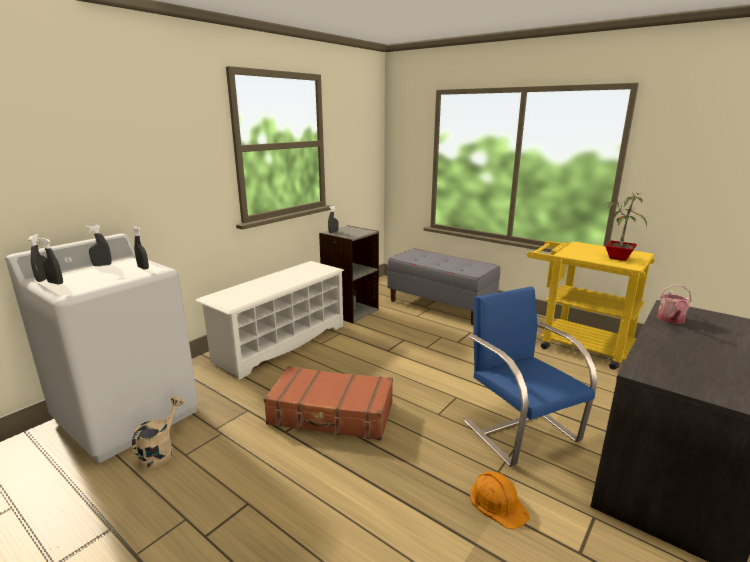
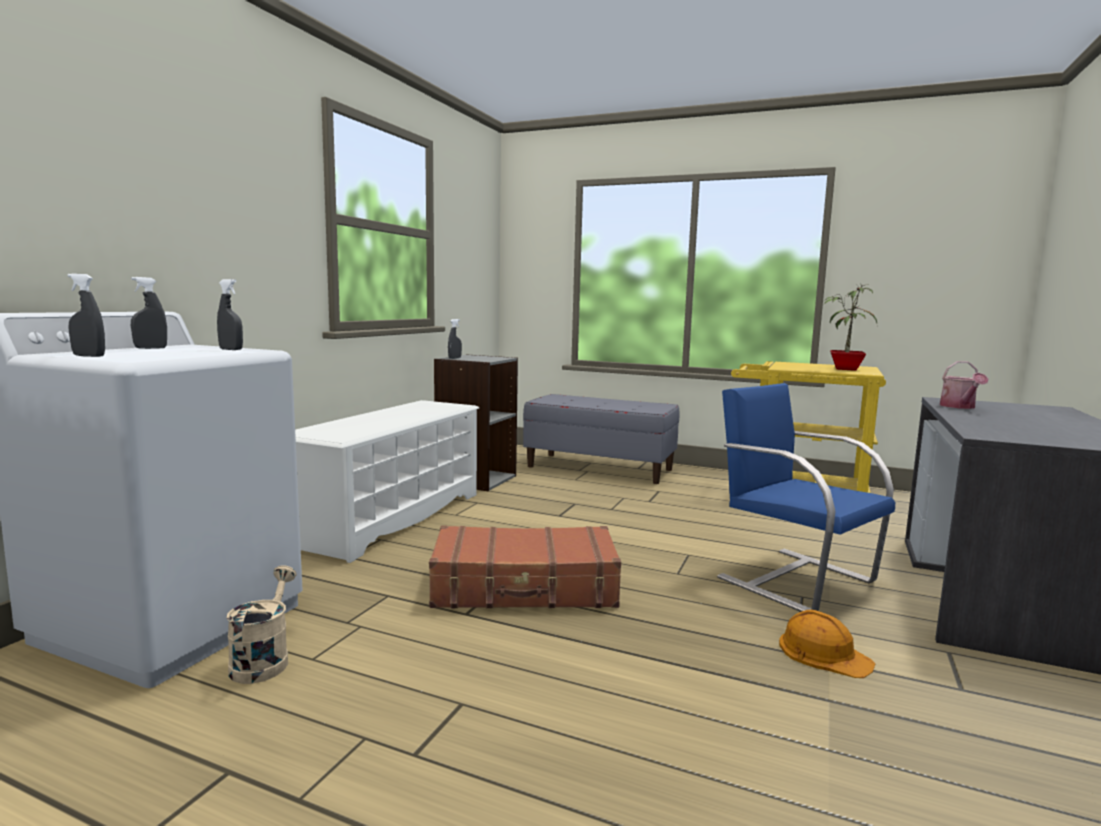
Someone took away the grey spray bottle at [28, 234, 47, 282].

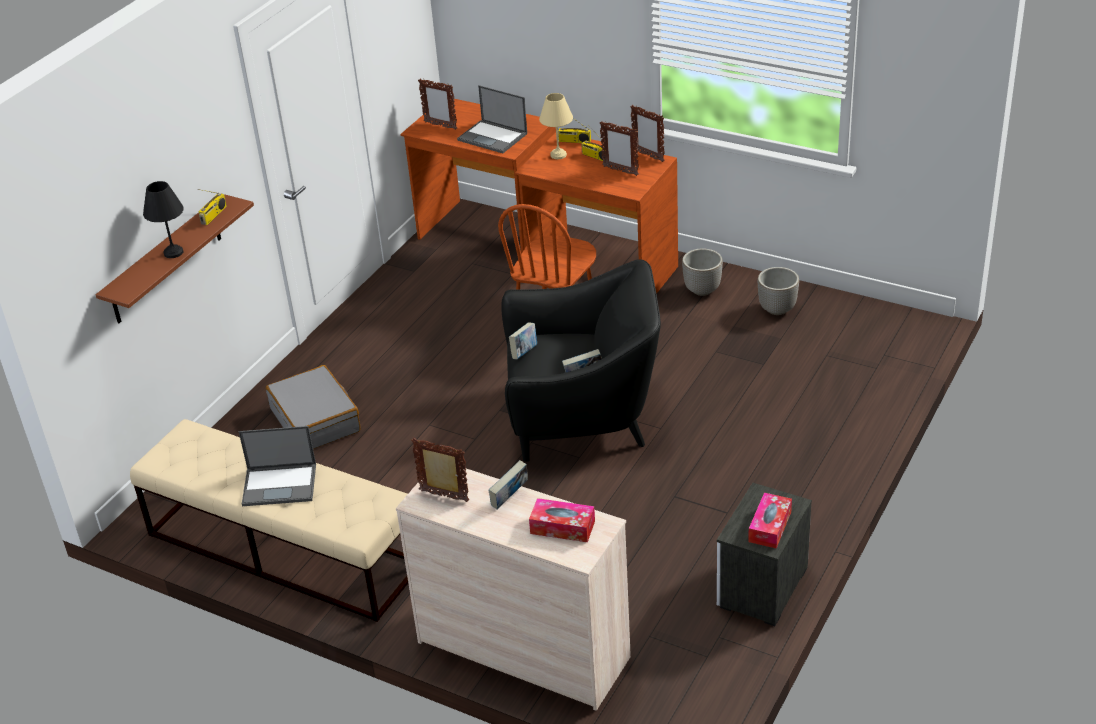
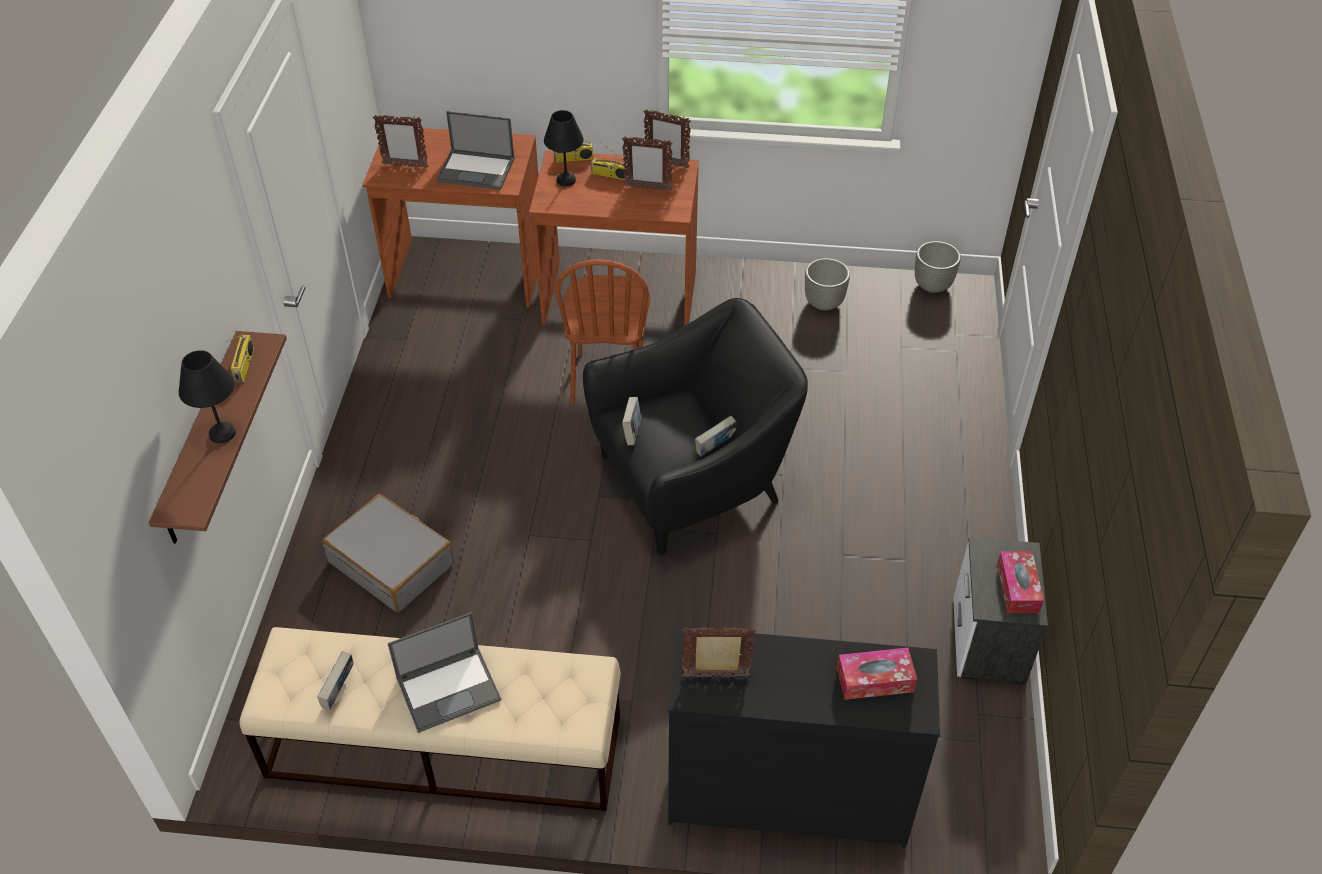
Someone repainted the beige table lamp at [539, 93, 573, 159], which became the black table lamp at [544, 110, 584, 186].
Someone carried the planter from [682, 249, 723, 296] to [915, 241, 961, 293].
Someone carried the book from [489, 460, 528, 509] to [317, 651, 354, 710].
Someone repainted the beige dresser at [396, 469, 631, 711], which became the black dresser at [668, 627, 940, 847].

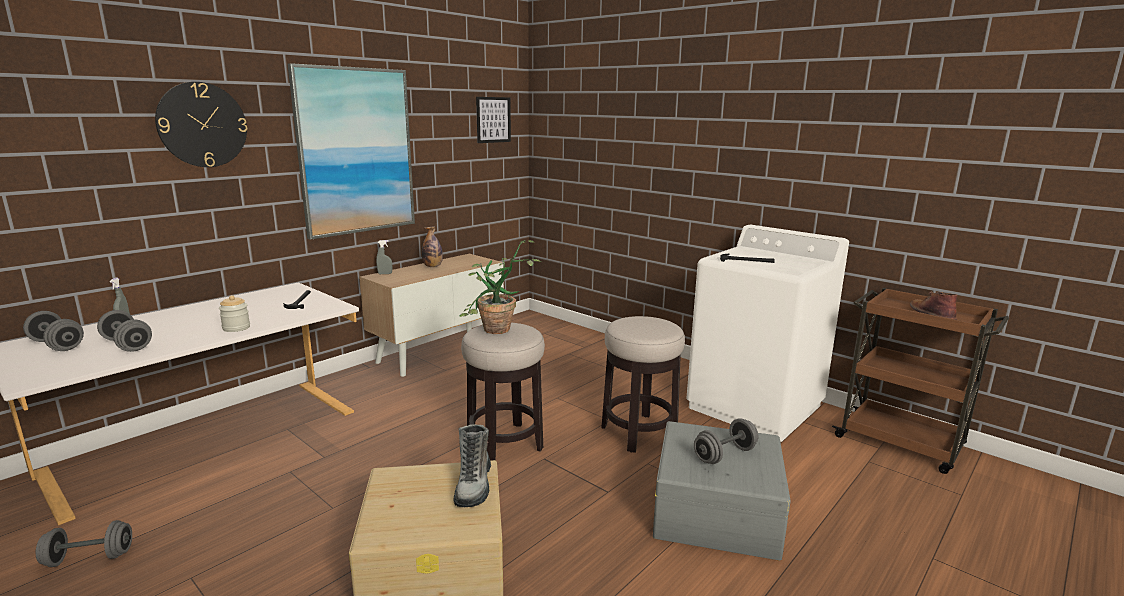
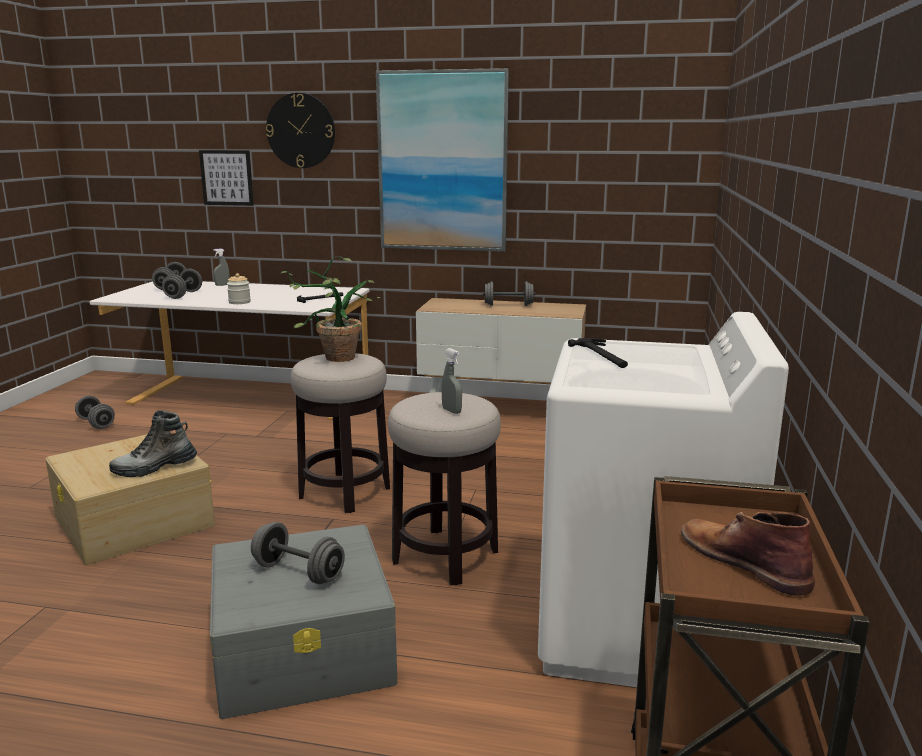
Someone carried the picture from [476, 97, 511, 143] to [199, 150, 254, 206].
Someone swapped the bottle at [422, 226, 443, 267] for the grey dumbbell at [483, 281, 535, 306].
Someone carried the grey spray bottle from [376, 240, 392, 274] to [442, 348, 462, 414].
Someone rotated the brown boot at [910, 292, 957, 320] by 90 degrees counterclockwise.

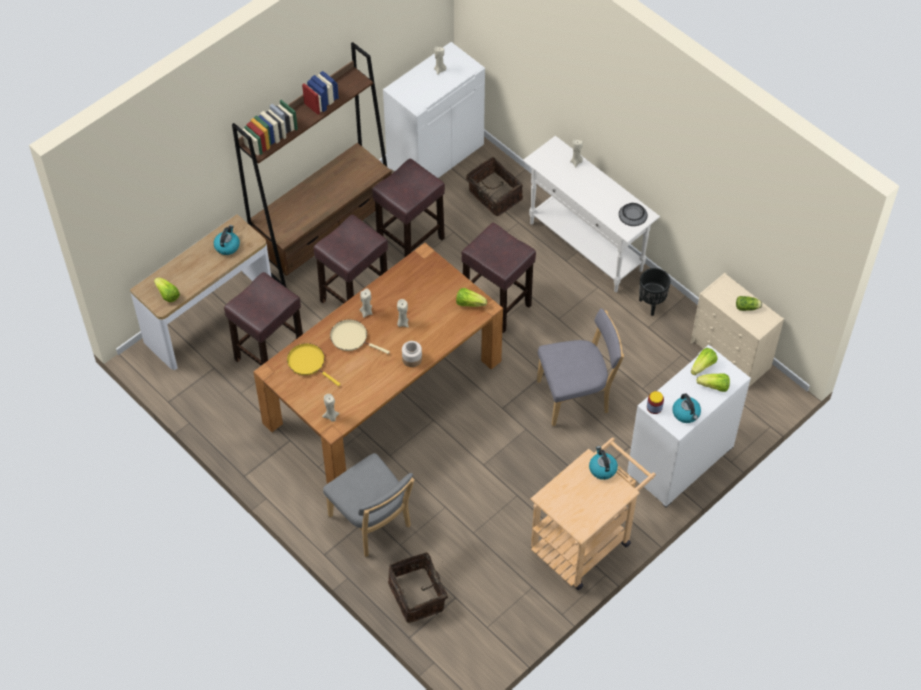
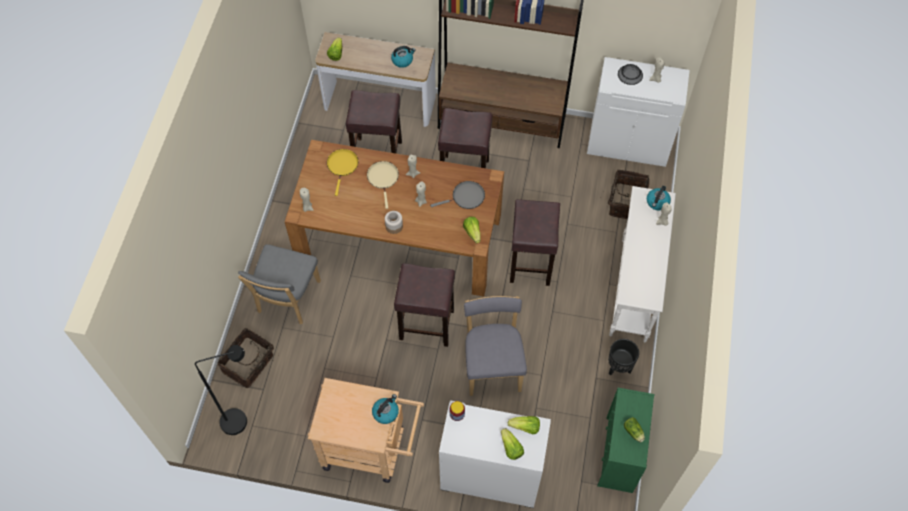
Someone carried the brown stool from [372, 159, 445, 257] to [394, 263, 455, 347].
Someone carried the bowl from [619, 203, 647, 226] to [618, 64, 643, 85].
Someone repainted the beige dresser at [690, 273, 784, 388], which became the green dresser at [597, 388, 655, 493].
Someone rotated the grey chair at [537, 309, 624, 426] by 135 degrees counterclockwise.
Someone carried the kettle from [672, 393, 701, 423] to [647, 186, 671, 210].
Someone put down the grey frying pan at [430, 181, 485, 209].
Someone put down the black floor lamp at [195, 345, 247, 435].

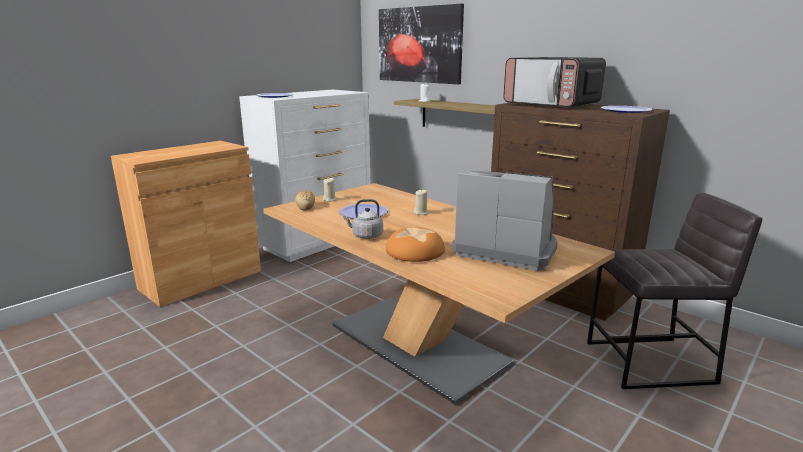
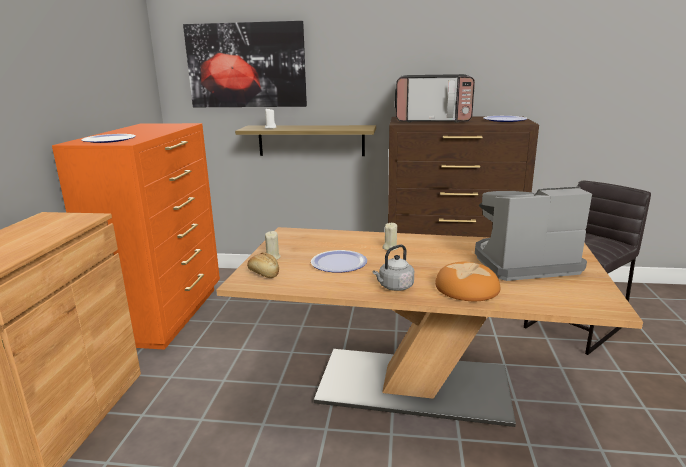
Someone repainted the white dresser at [239, 90, 370, 262], which became the orange dresser at [52, 123, 220, 350].

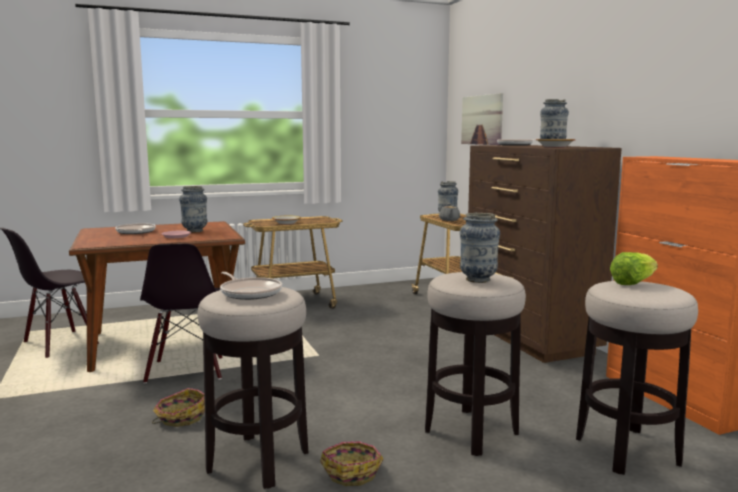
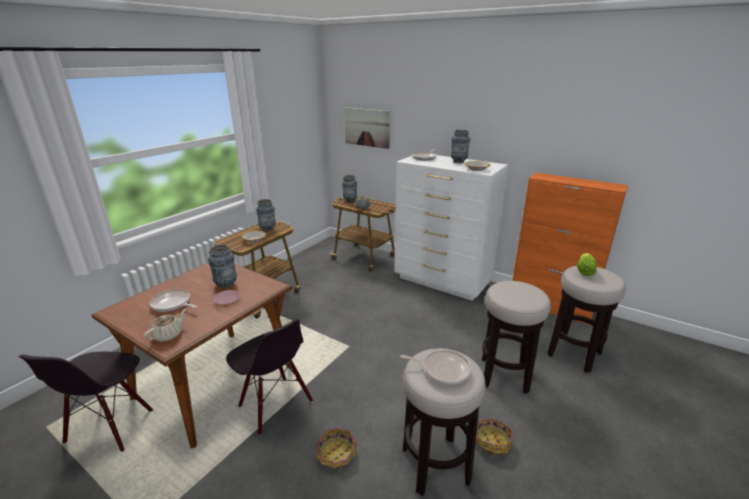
Someone repainted the brown dresser at [468, 145, 622, 363], which became the white dresser at [394, 155, 508, 301].
Someone carried the vase from [460, 213, 500, 283] to [256, 199, 276, 231].
Someone put down the beige teapot at [144, 309, 186, 342].

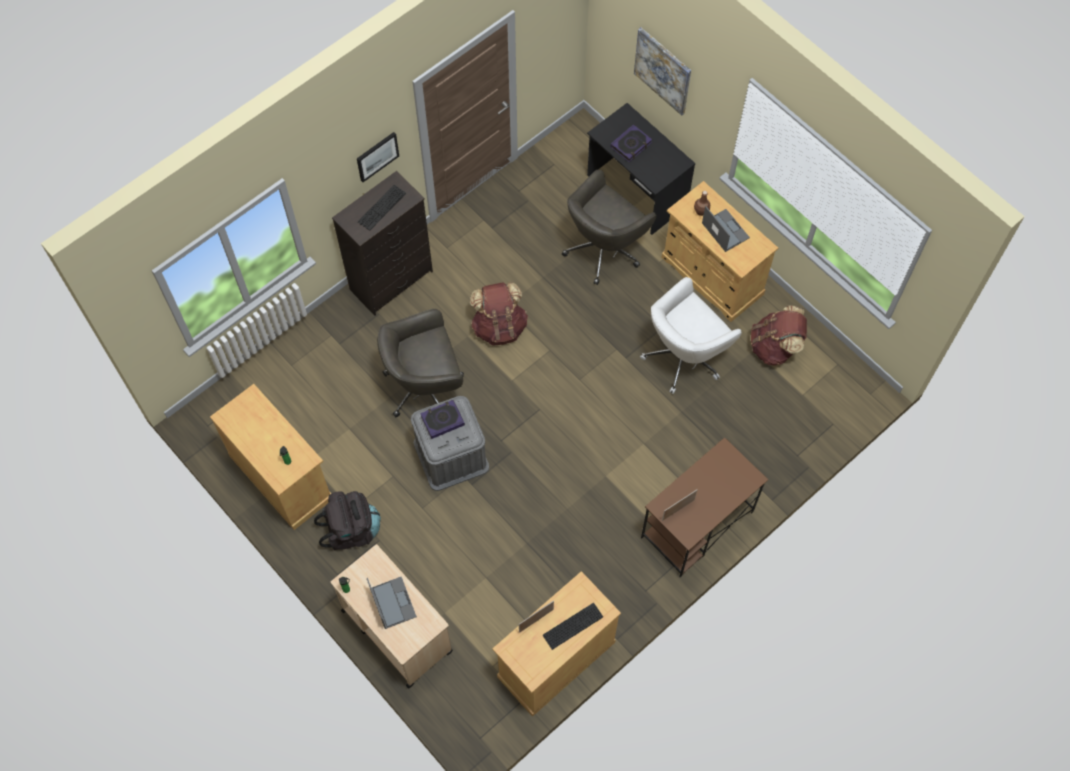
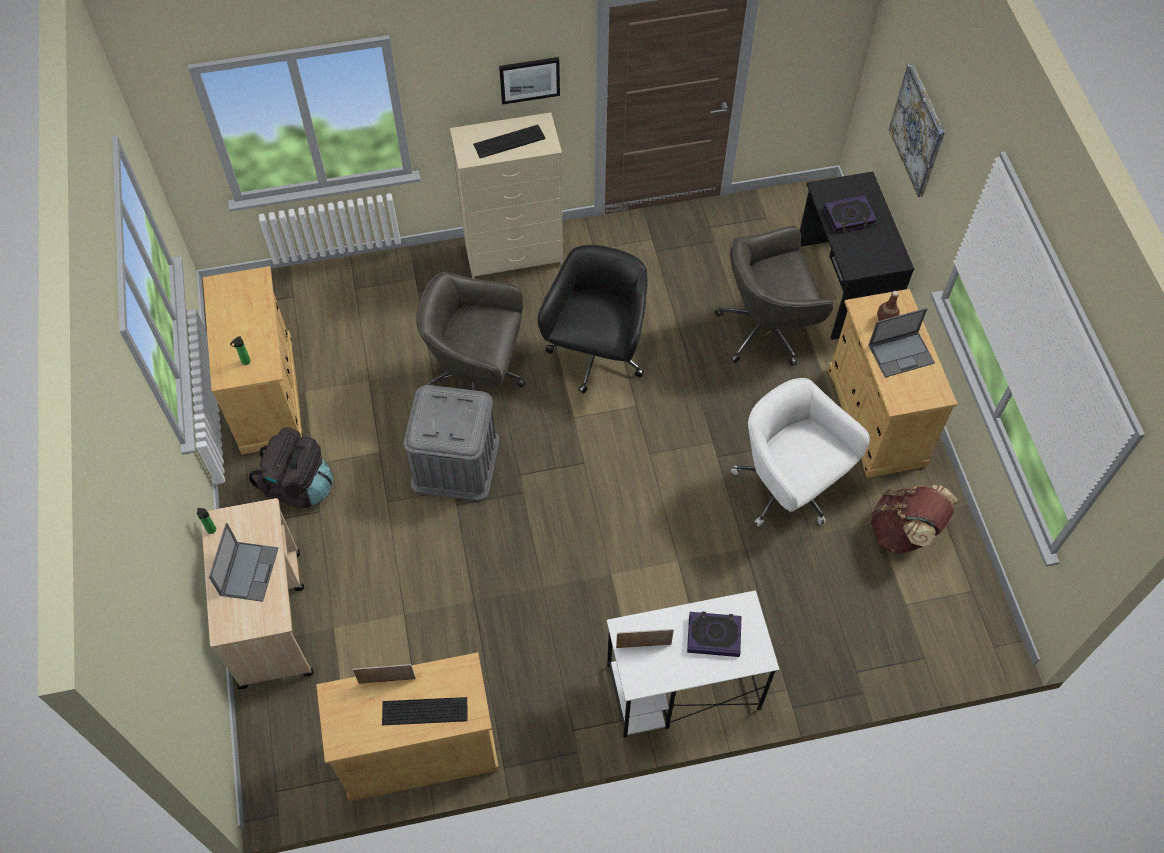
Someone repainted the black dresser at [332, 171, 433, 316], which became the beige dresser at [450, 112, 563, 279].
Someone rotated the laptop at [702, 206, 750, 252] by 75 degrees clockwise.
Someone rotated the white office chair at [640, 277, 742, 394] by 60 degrees clockwise.
Someone swapped the brown backpack at [470, 282, 528, 346] for the black office chair at [538, 245, 648, 394].
Someone carried the book from [420, 400, 465, 439] to [687, 612, 742, 657].
Someone repainted the brown desk at [641, 437, 768, 577], which became the white desk at [607, 590, 779, 738].

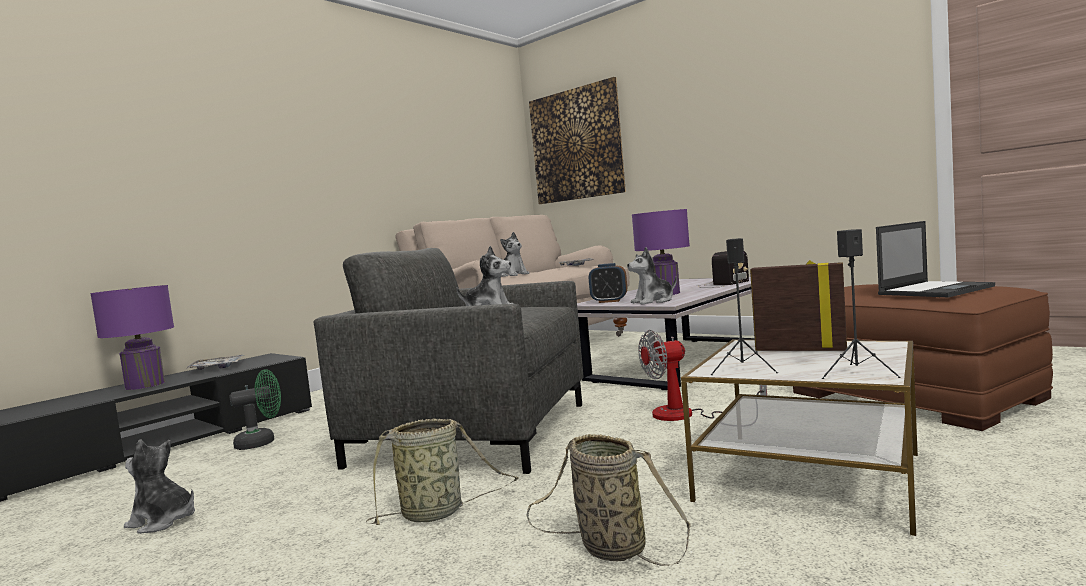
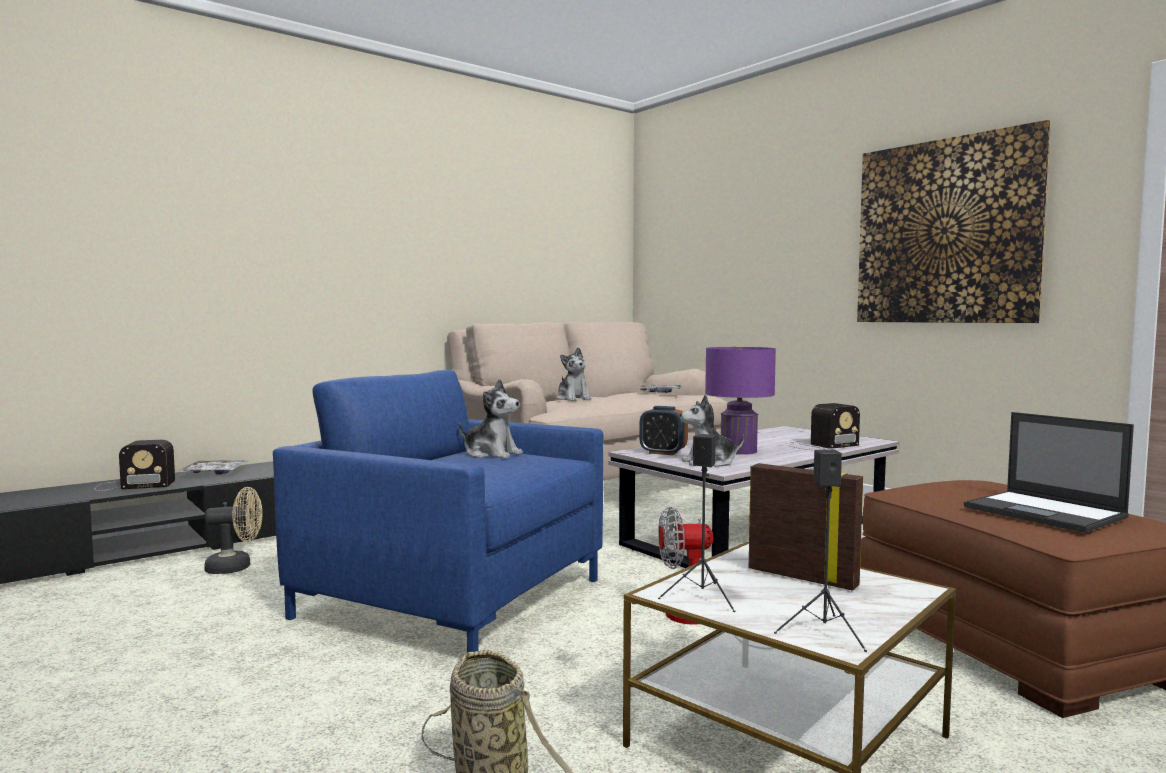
Someone carried the picture from [529, 77, 626, 204] to [857, 120, 1051, 323].
Someone rotated the laptop at [876, 221, 995, 297] by 75 degrees clockwise.
Someone repainted the grey armchair at [314, 248, 583, 474], which became the blue armchair at [273, 370, 603, 653].
Someone swapped the purple table lamp at [90, 285, 174, 390] for the radio at [95, 440, 175, 491].
Someone repainted the green fan at [230, 369, 281, 450], which became the beige fan at [204, 487, 262, 574].
Someone took away the basket at [366, 419, 519, 525].
Someone took away the plush toy at [124, 440, 195, 534].

